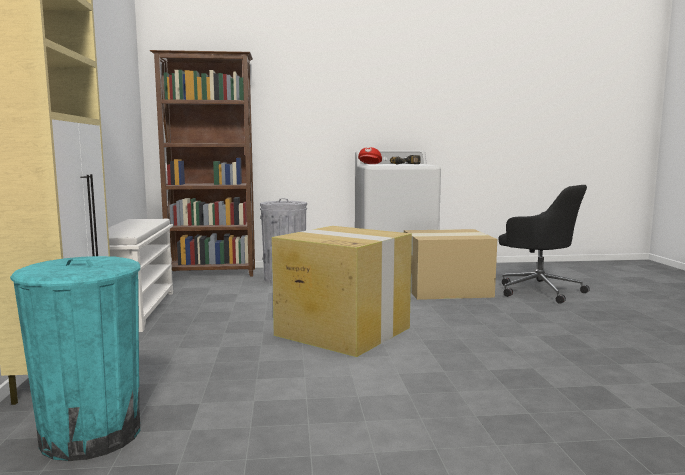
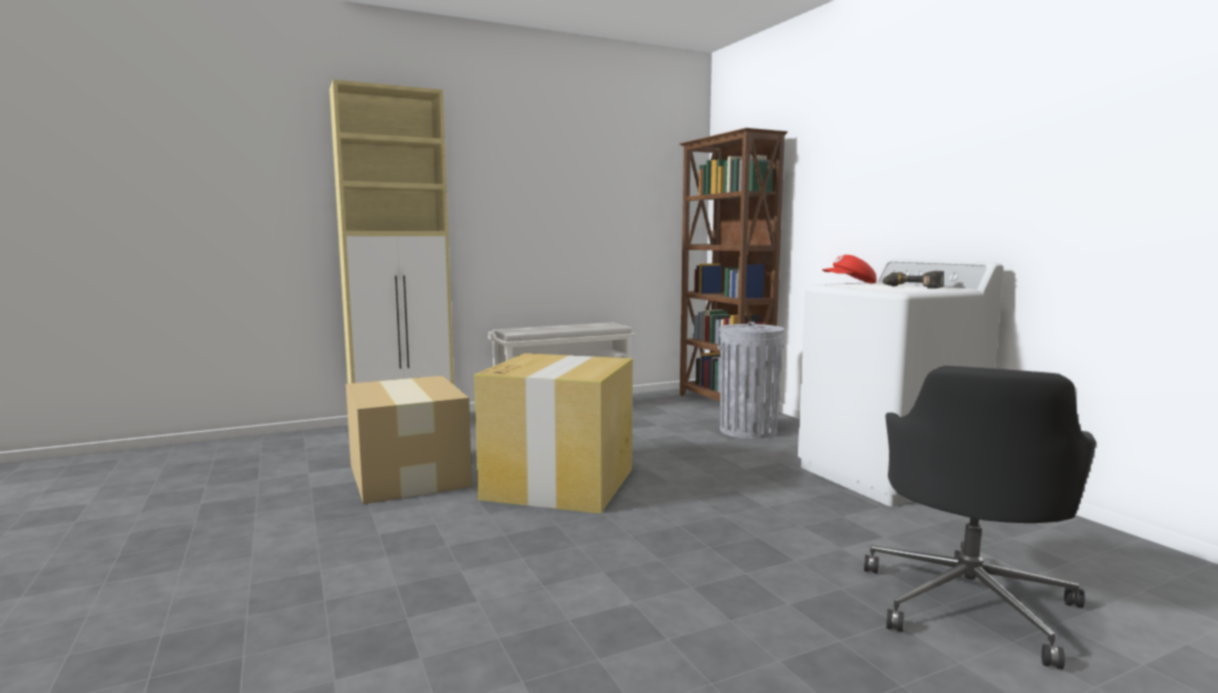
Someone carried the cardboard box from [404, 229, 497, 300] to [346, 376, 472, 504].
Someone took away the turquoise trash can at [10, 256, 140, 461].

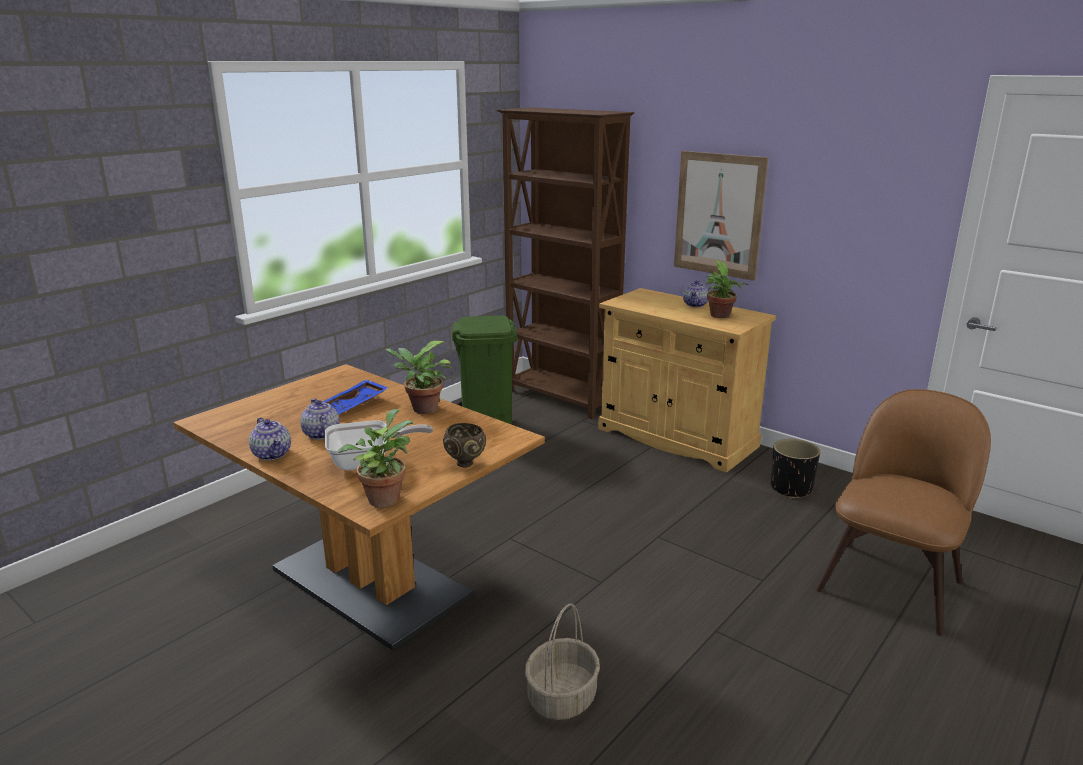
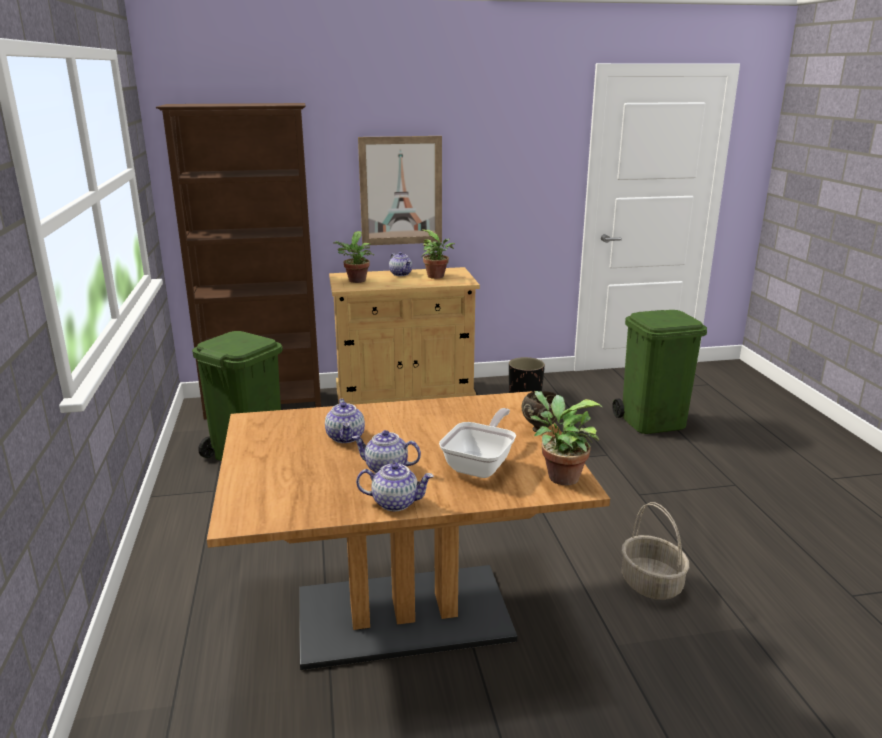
Someone carried the potted plant from [383, 341, 453, 414] to [333, 231, 374, 283].
Someone swapped the blue tray at [323, 380, 388, 414] for the teapot at [325, 399, 365, 443].
Someone swapped the brown chair at [816, 389, 991, 636] for the green trash can at [612, 310, 707, 434].

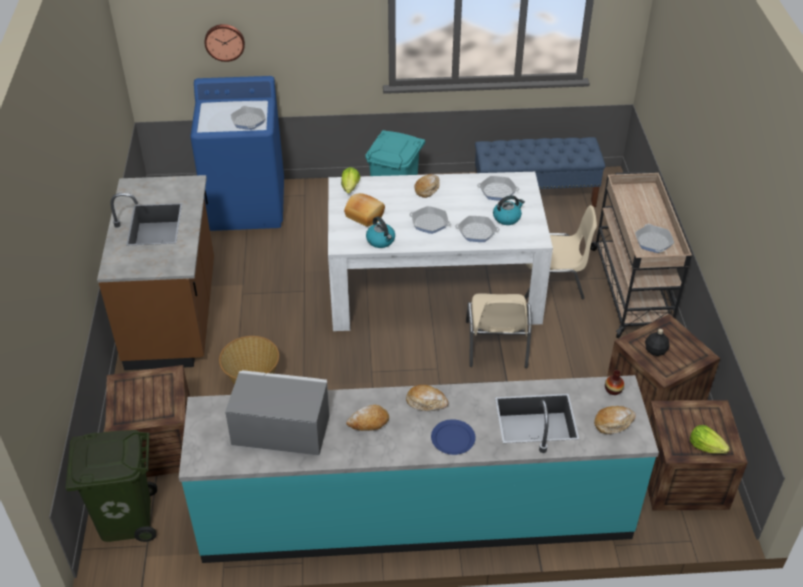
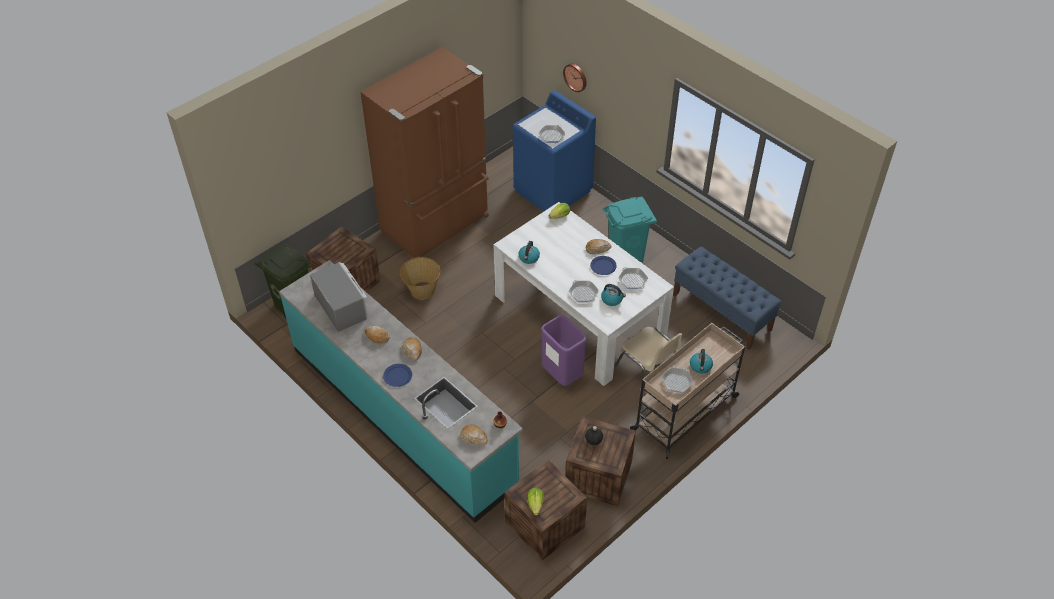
Someone swapped the brown counter at [97, 175, 214, 370] for the brown fridge at [360, 47, 489, 258].
Someone took away the bread at [344, 193, 385, 227].
Someone took away the frying pan at [410, 206, 451, 234].
Someone swapped the beige chair at [466, 293, 532, 368] for the purple trash can at [541, 315, 587, 386].
Someone put down the blue plate at [590, 256, 617, 275].
Someone put down the kettle at [690, 349, 713, 373].

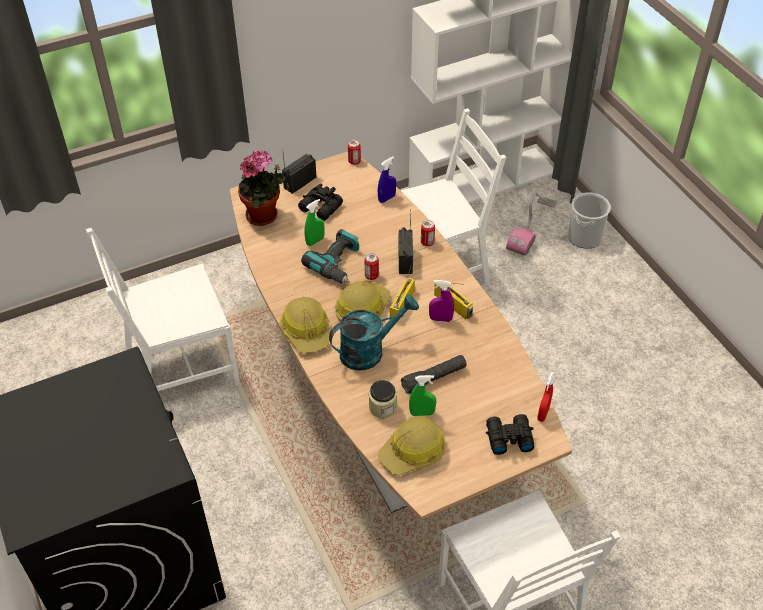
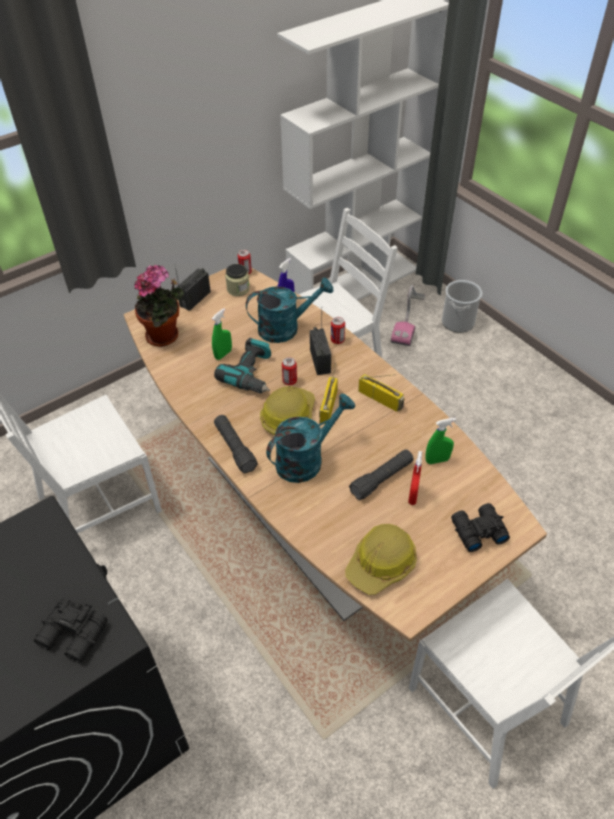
Someone carried the black binoculars from [298, 184, 343, 221] to [34, 598, 108, 663].
Someone took away the purple spray bottle at [429, 280, 454, 322].
Someone swapped the hard hat at [279, 297, 329, 353] for the black flashlight at [214, 415, 258, 473].
Someone carried the red spray bottle from [537, 372, 554, 422] to [408, 451, 422, 505].
Someone carried the green spray bottle from [409, 375, 436, 416] to [425, 418, 456, 464].
Someone carried the jar from [369, 380, 397, 418] to [225, 264, 250, 296].
Someone put down the turquoise watering can at [246, 277, 333, 343].

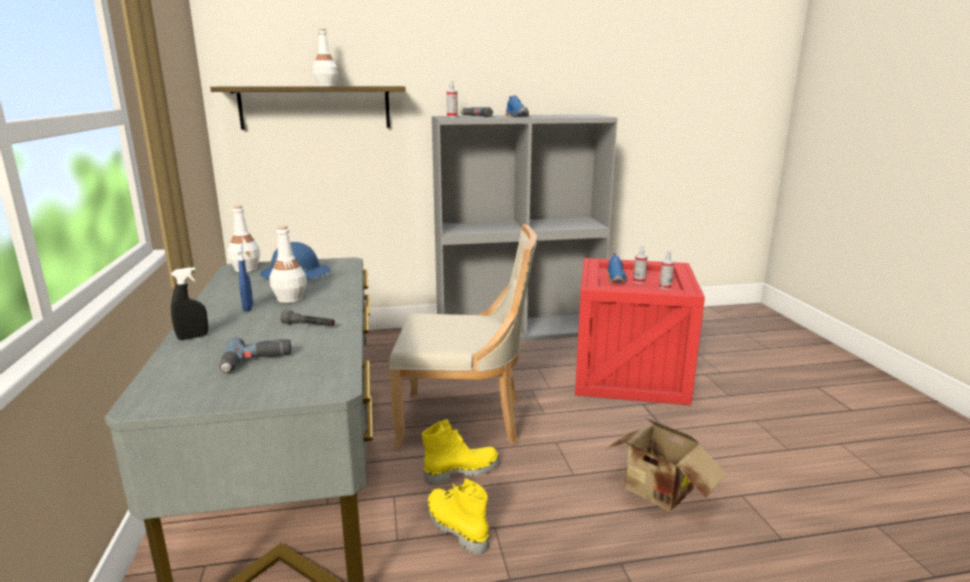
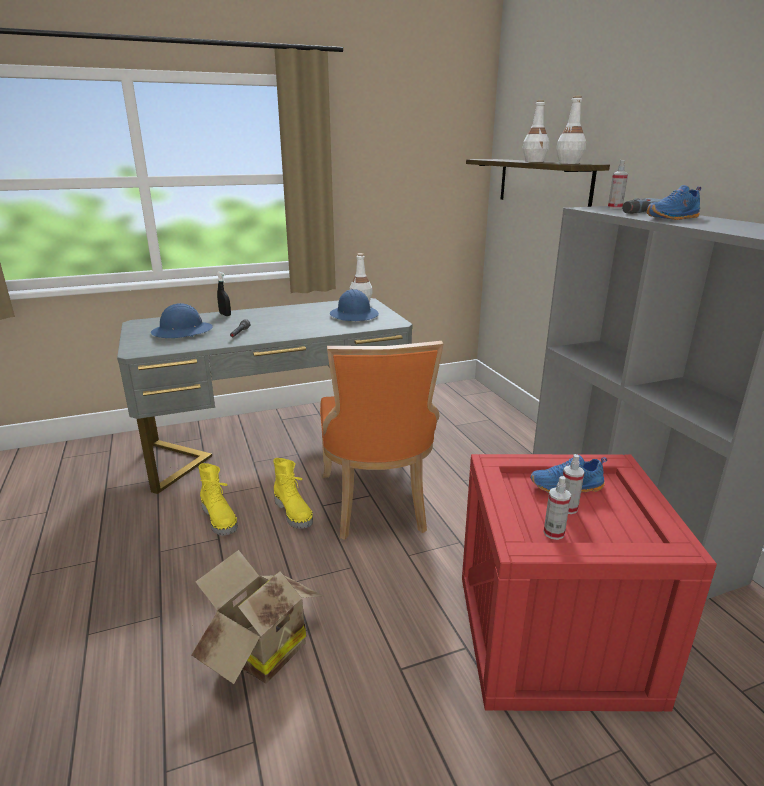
Someone repainted the beige chair at [389, 224, 537, 449], which became the orange chair at [320, 341, 443, 540].
Someone carried the white bottle from [269, 225, 307, 303] to [556, 96, 586, 164].
Someone took away the blue spray bottle at [238, 244, 253, 311].
Someone swapped the power drill at [219, 338, 291, 373] for the blue hard hat at [151, 303, 213, 338].
Someone rotated the yellow boot at [428, 479, 489, 555] by 105 degrees clockwise.

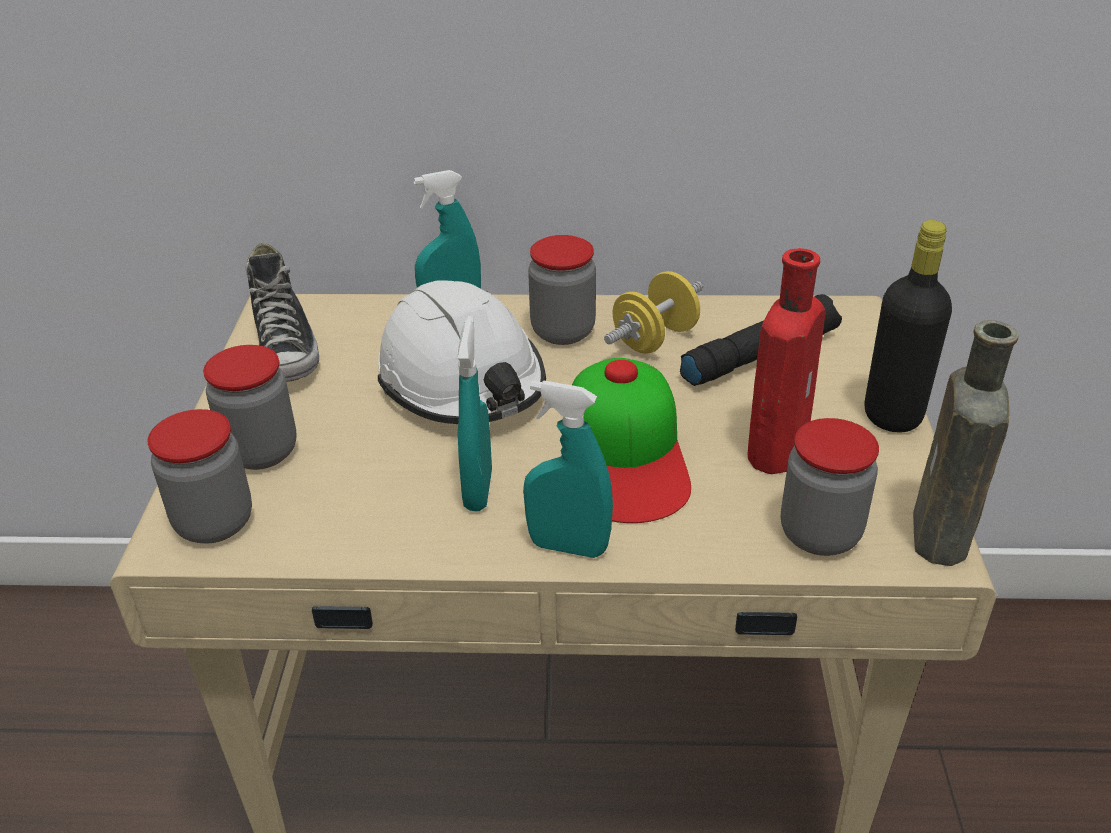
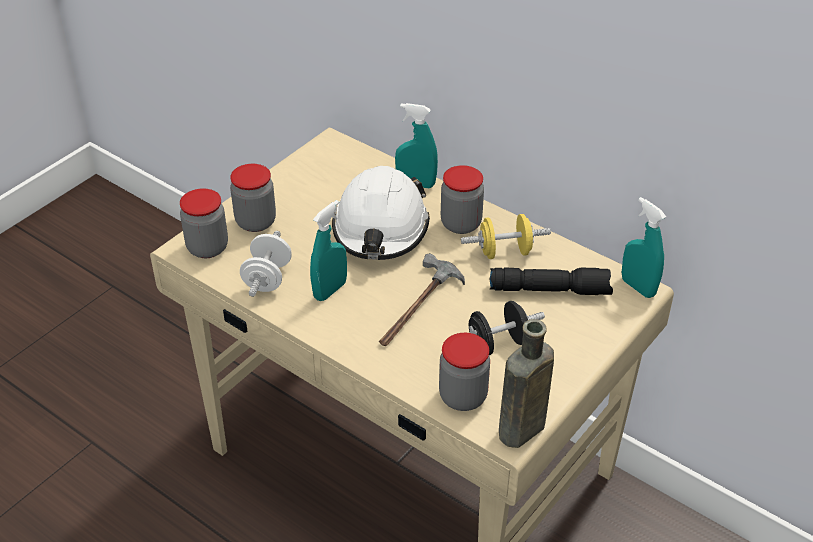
Someone took away the black bottle at [865, 220, 952, 433].
Someone took away the shoe at [246, 243, 319, 382].
Someone swapped the red bottle at [748, 248, 826, 474] for the black dumbbell at [469, 301, 545, 355].
Someone swapped the cap at [572, 358, 691, 523] for the hammer at [379, 253, 465, 346].
Someone carried the turquoise spray bottle from [523, 380, 613, 558] to [622, 197, 666, 298].
Someone put down the white dumbbell at [240, 231, 292, 297].

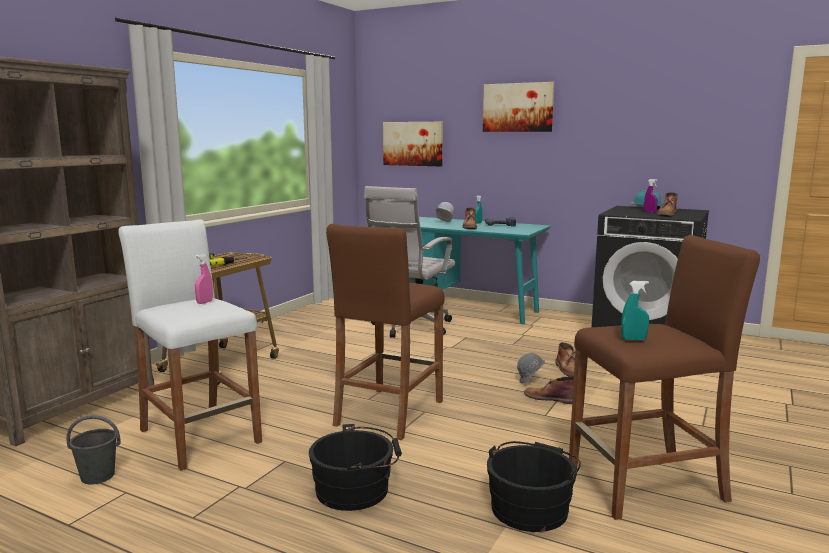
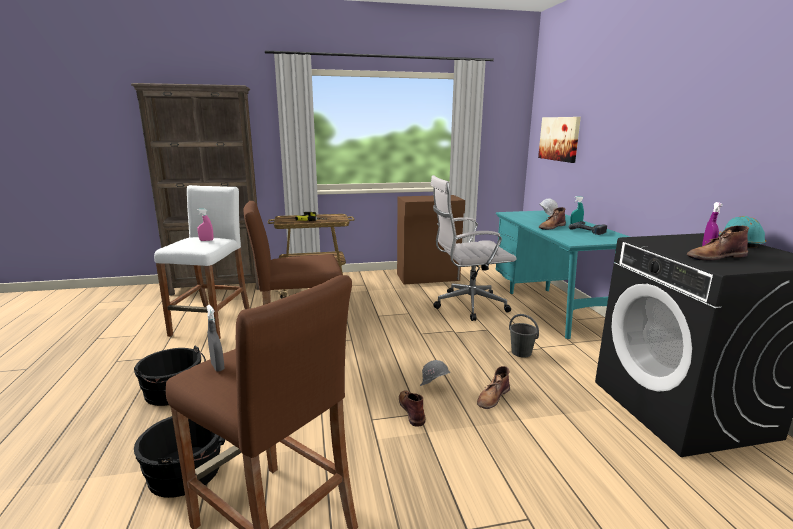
Someone took away the picture at [483, 82, 554, 132].
Someone repainted the turquoise spray bottle at [621, 281, 649, 340], which became the grey spray bottle at [206, 305, 224, 372].
Someone carried the grey bucket from [67, 415, 121, 484] to [509, 314, 539, 358].
Someone put down the brown cabinet at [397, 195, 465, 284].

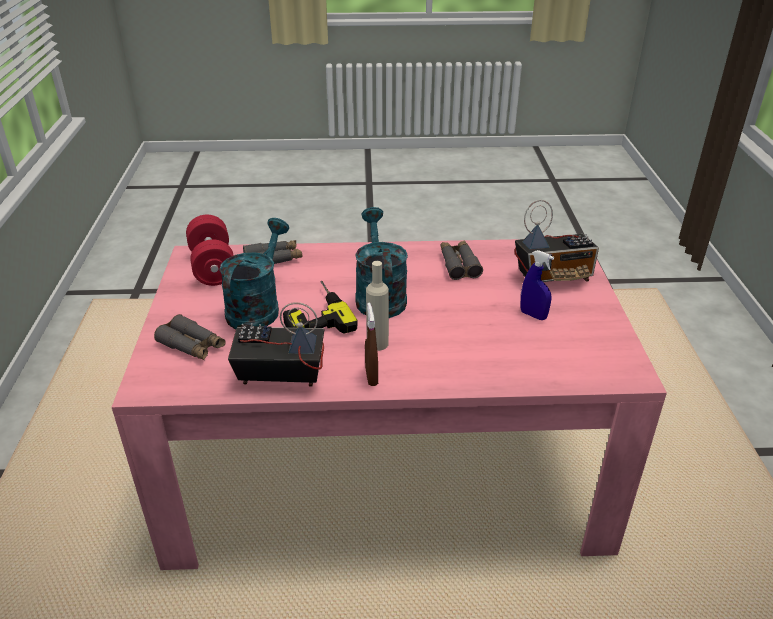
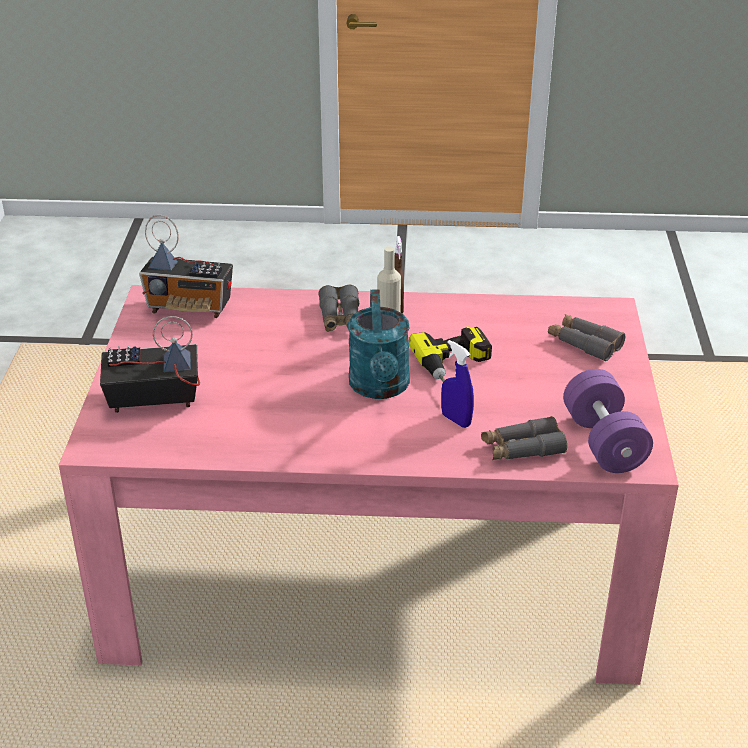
Someone repainted the red dumbbell at [186, 215, 234, 286], which became the purple dumbbell at [563, 369, 653, 473].
Someone took away the turquoise watering can at [219, 218, 289, 329].
Someone carried the grey binoculars from [441, 241, 483, 280] to [318, 284, 359, 332].
Someone carried the blue spray bottle from [520, 250, 554, 320] to [441, 340, 474, 428].
Someone carried the radio from [228, 302, 325, 387] to [139, 215, 233, 318].

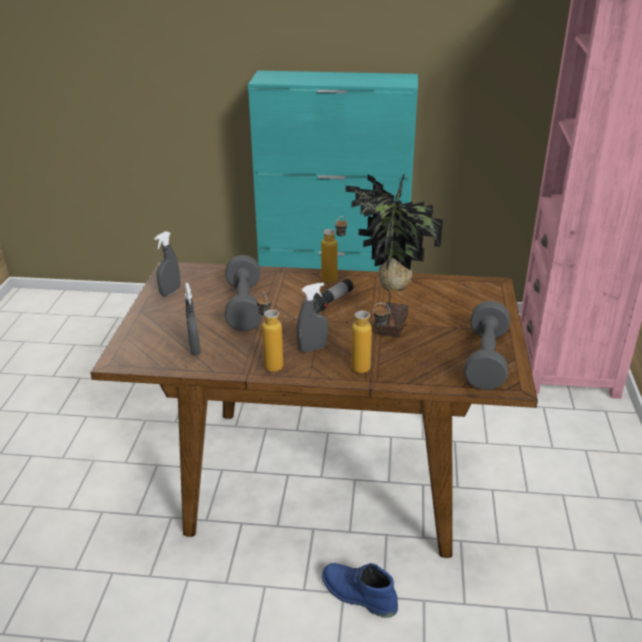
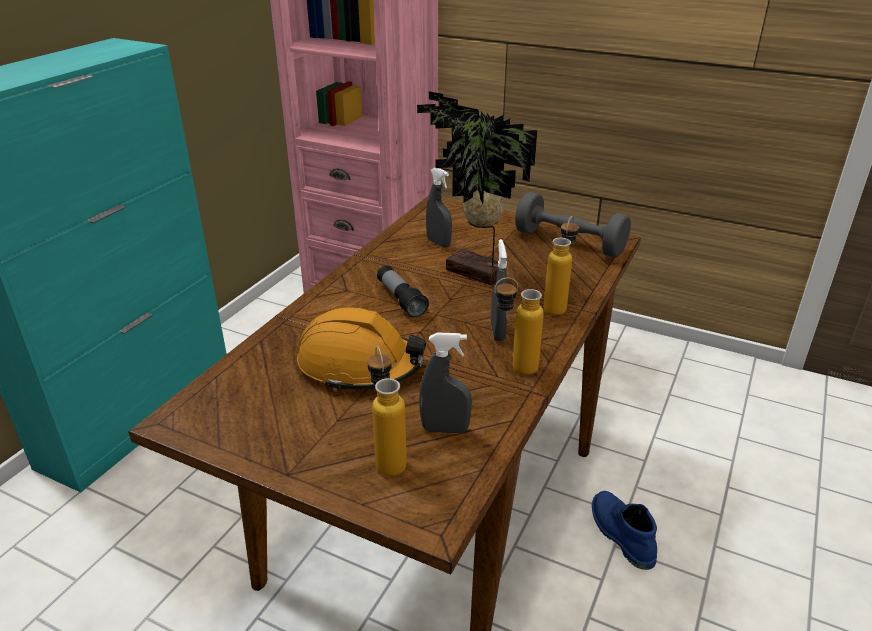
Someone carried the bottle from [321, 216, 347, 283] to [367, 346, 407, 477].
Someone carried the grey spray bottle from [154, 231, 180, 296] to [426, 167, 452, 248].
Someone swapped the grey dumbbell at [225, 255, 263, 331] for the orange hard hat at [297, 307, 426, 391].
Someone rotated the blue boot at [322, 563, 398, 618] by 105 degrees clockwise.

